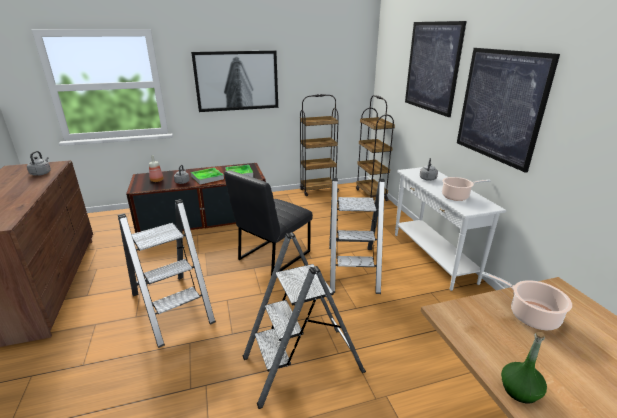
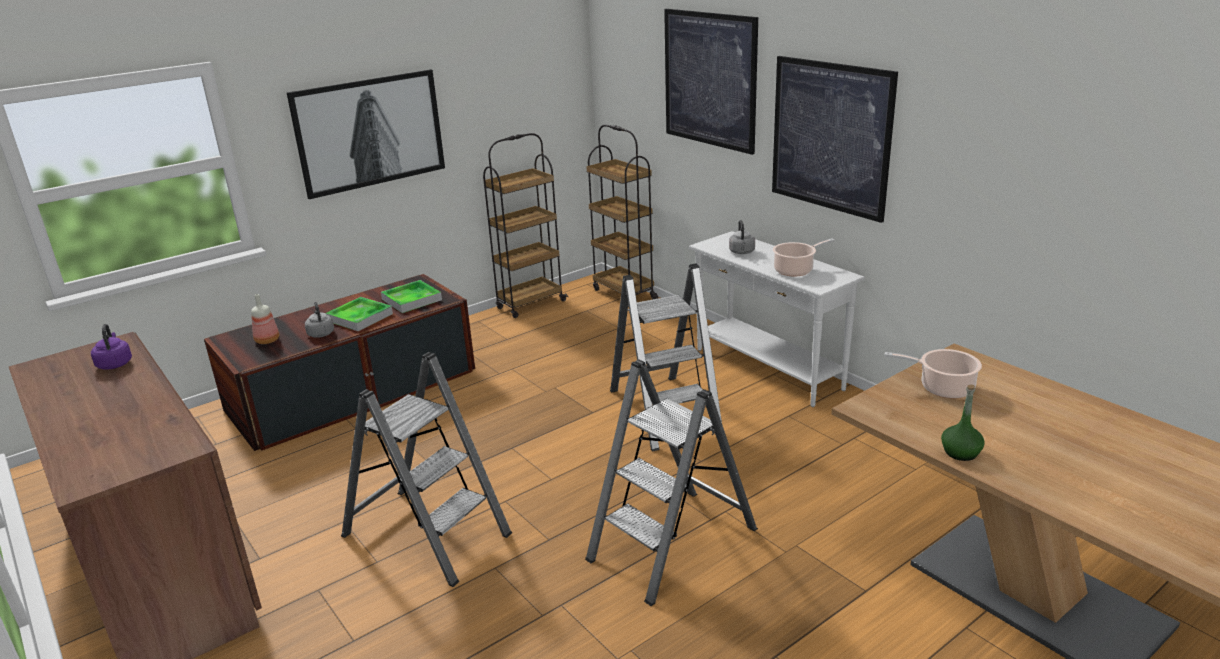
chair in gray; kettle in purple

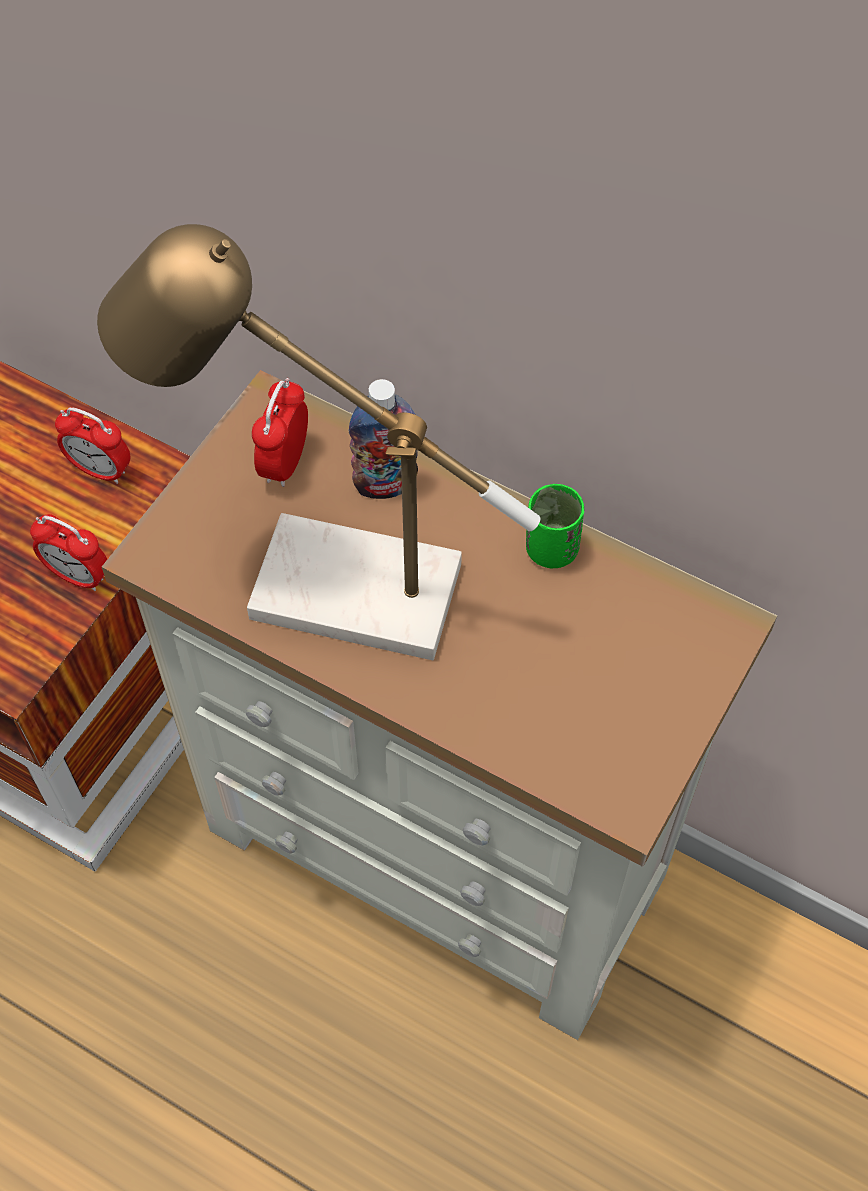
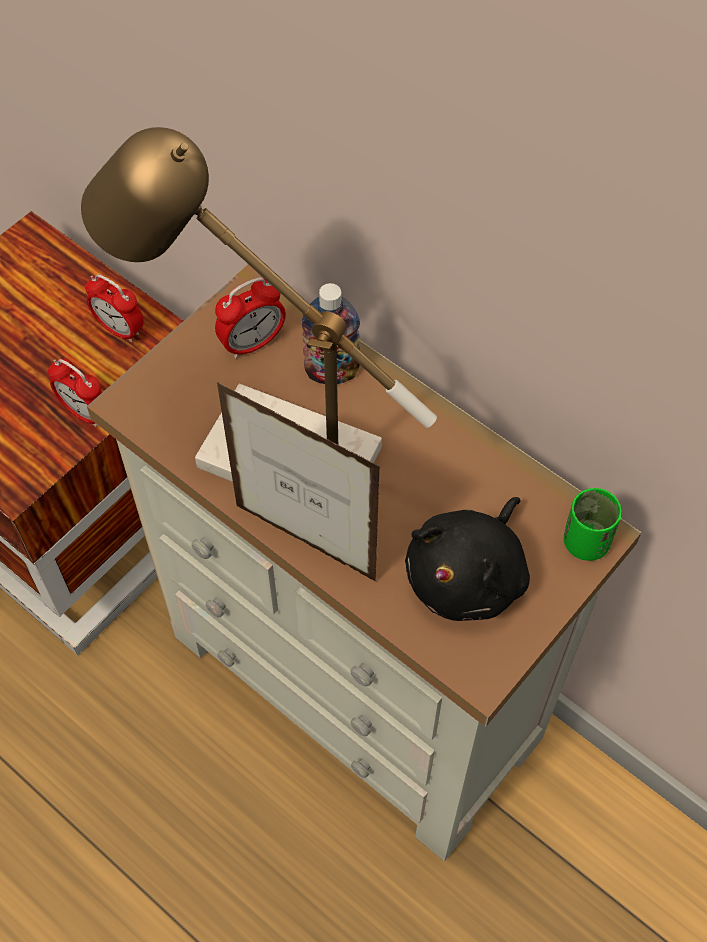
standing frame; cuddly toy in black-coloured; small cup in green; alarm clock (no. 3 from left)

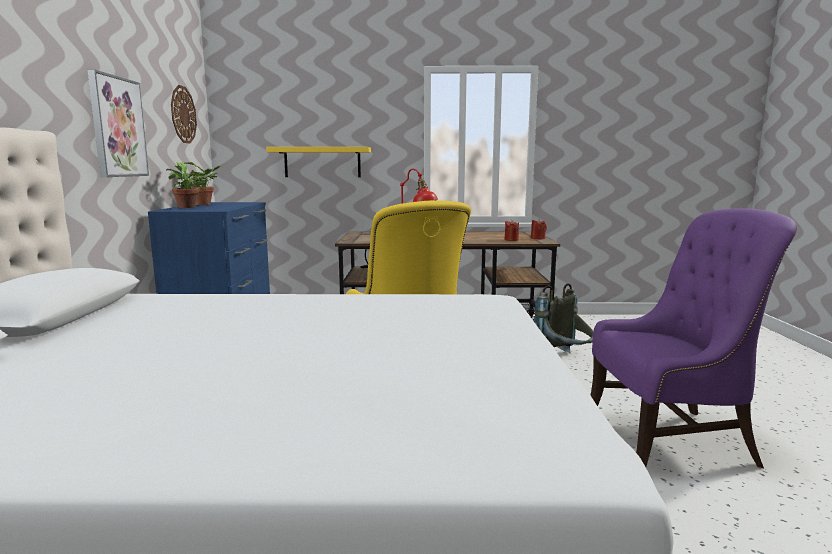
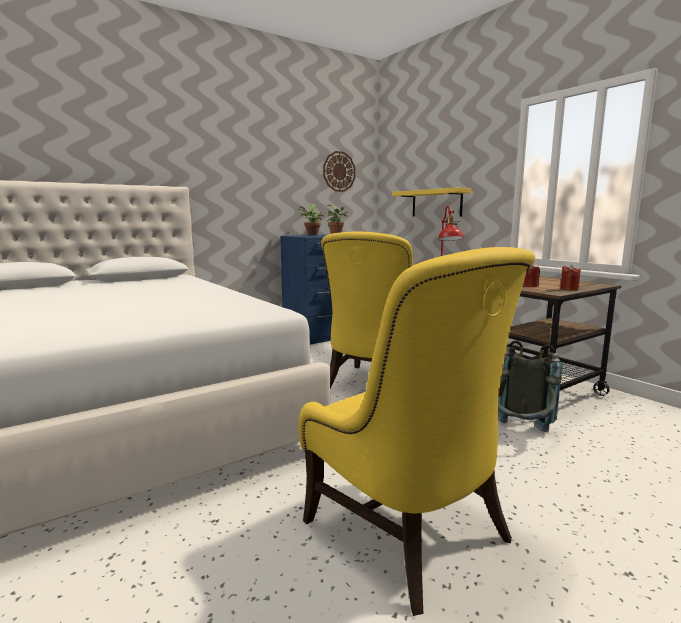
picture; chair in yellow-coloured (no. 2 from left)

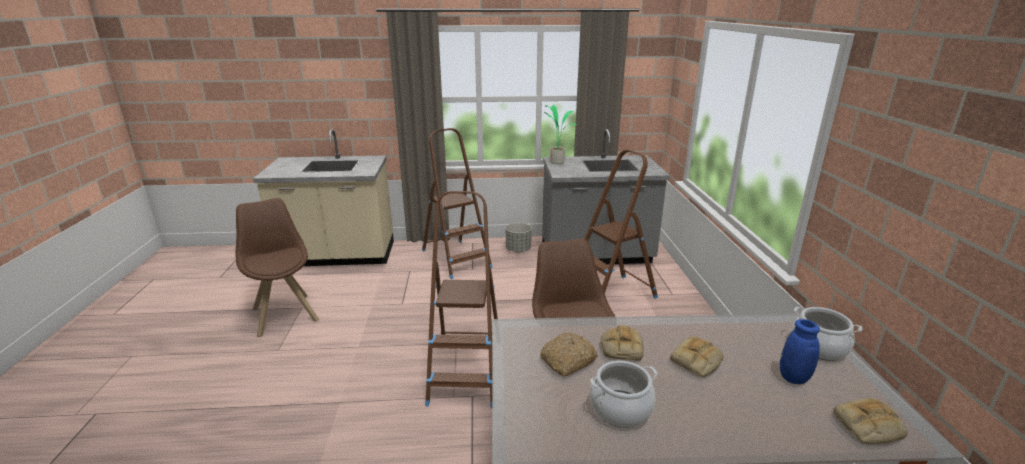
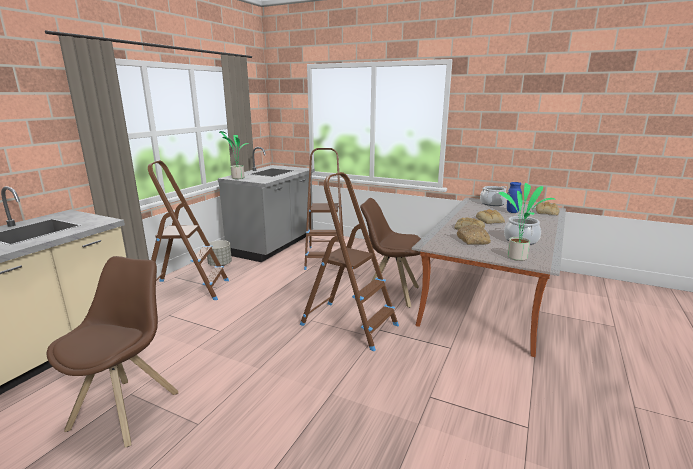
houseplant (no. 2 from left); chair in brown-coloured (no. 1 from left)

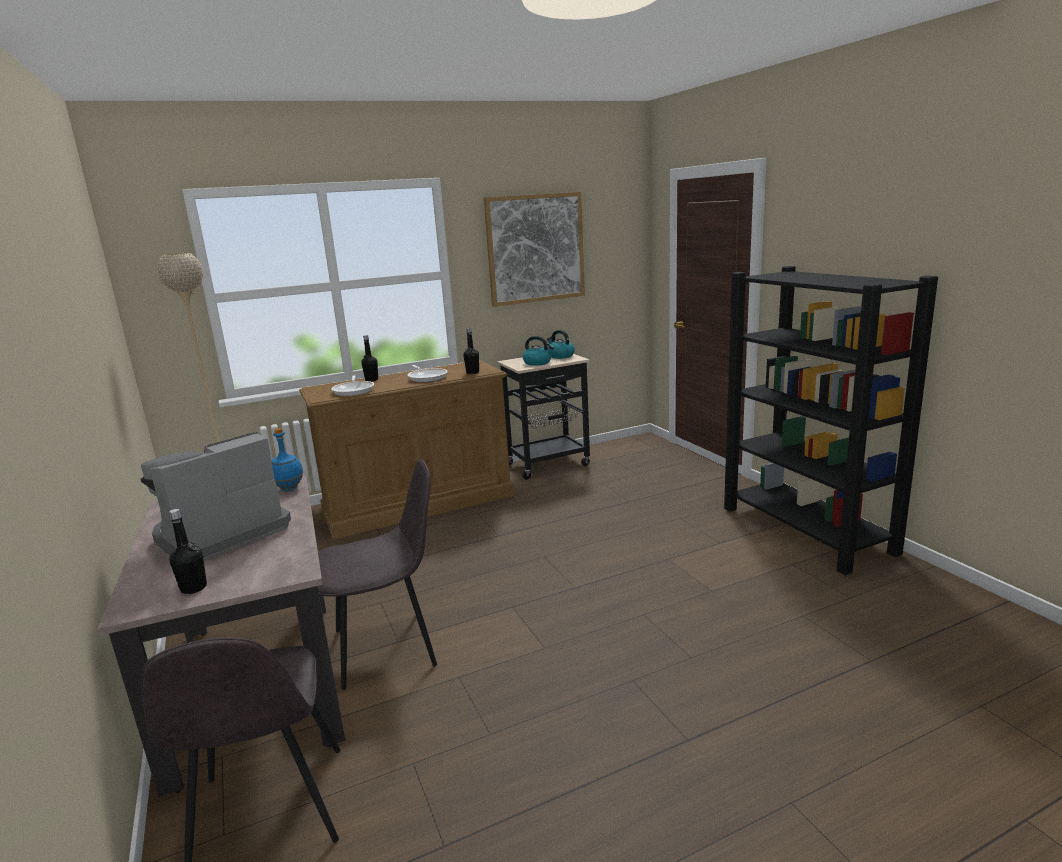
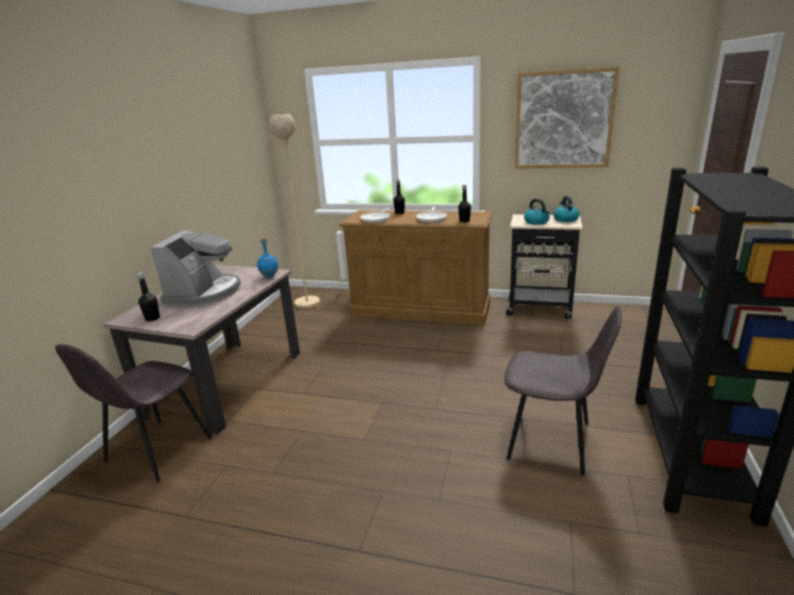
chair in gray (no. 2 from left); coffee machine

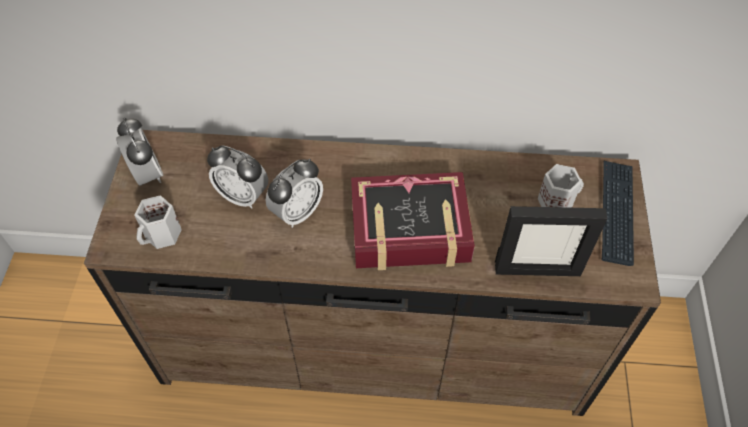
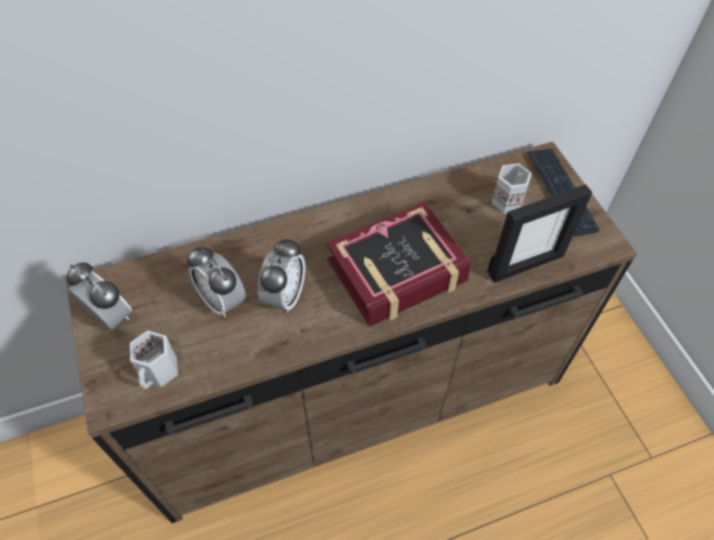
alarm clock (no. 2 from left)

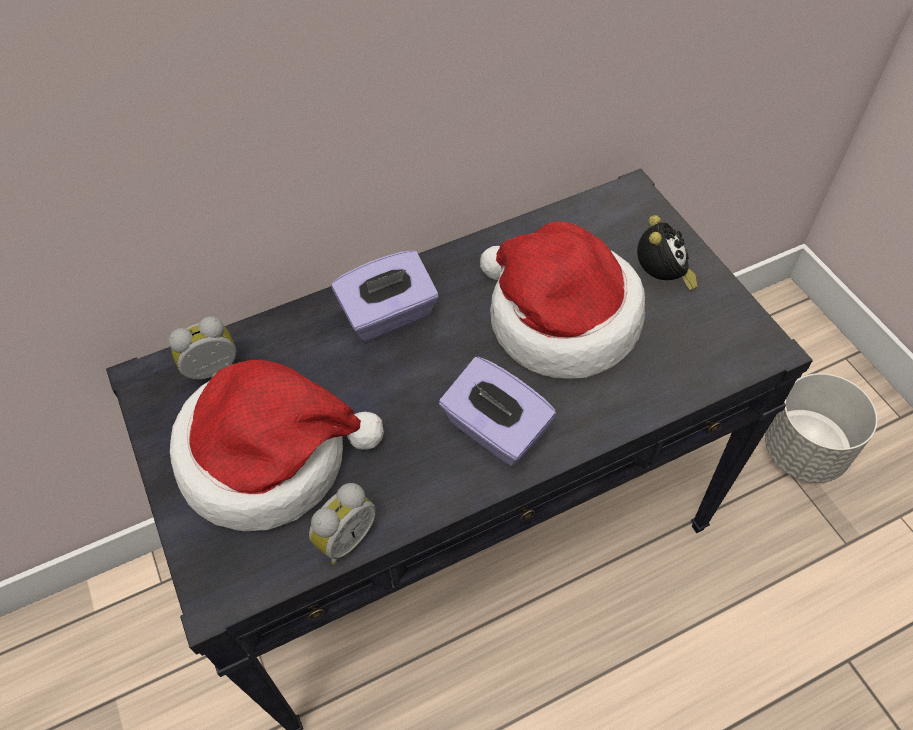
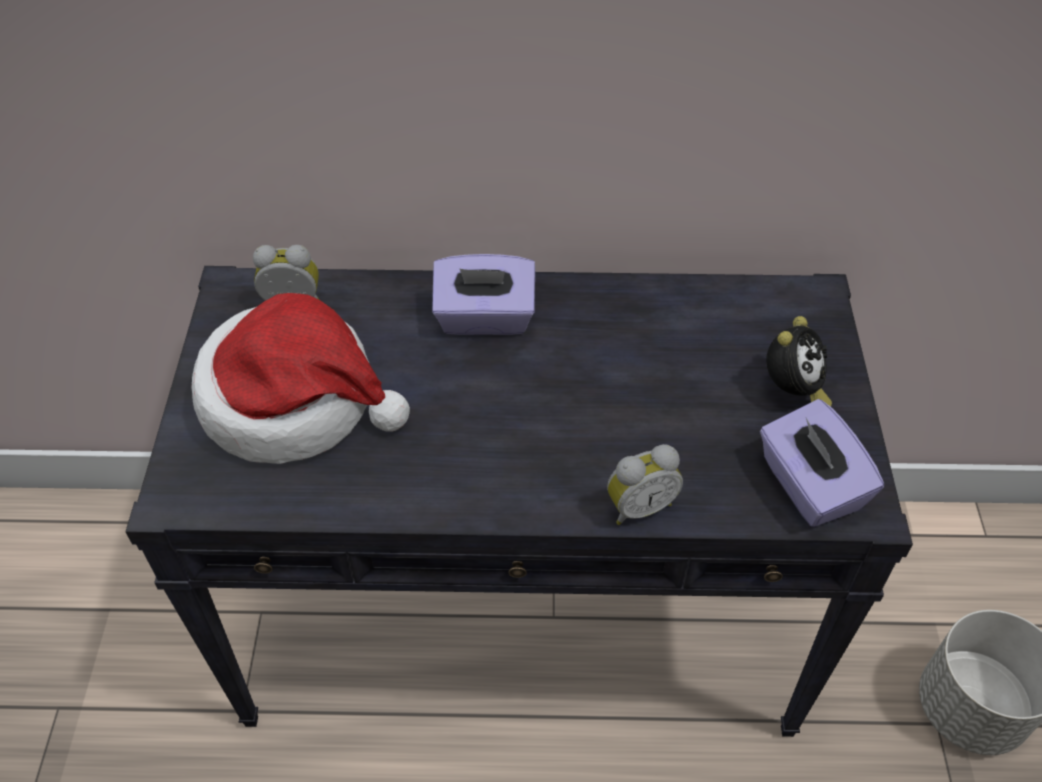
clothing hat (no. 2 from left in the first image); alarm clock (no. 2 from left); box of tissues in purple (no. 2 from left)

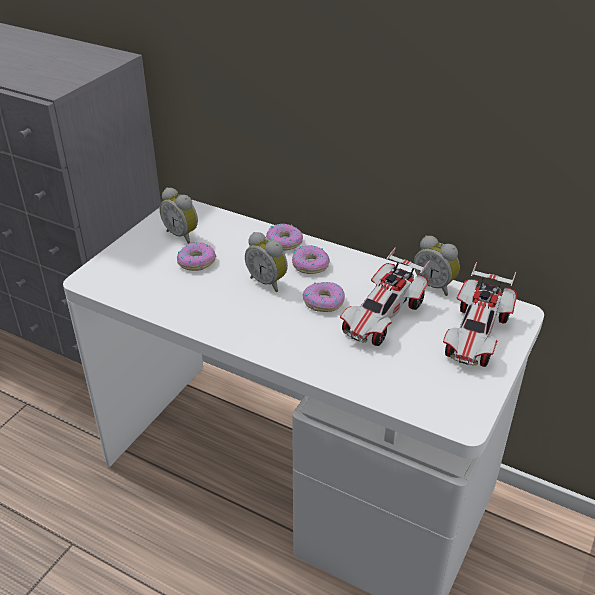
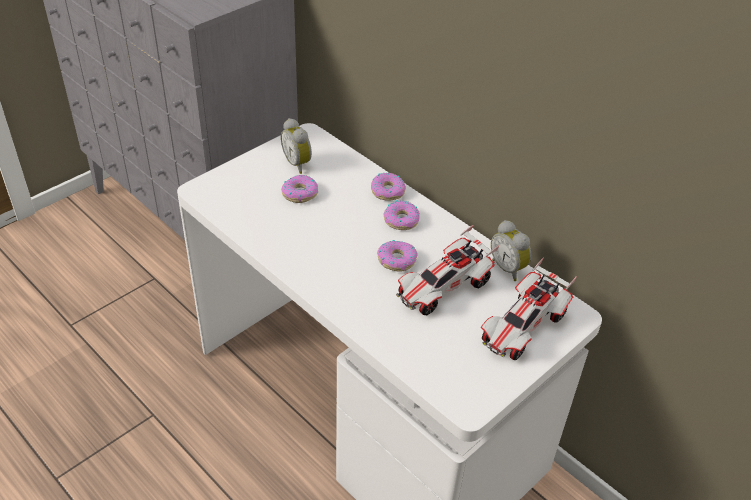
alarm clock (no. 2 from left in the first image)

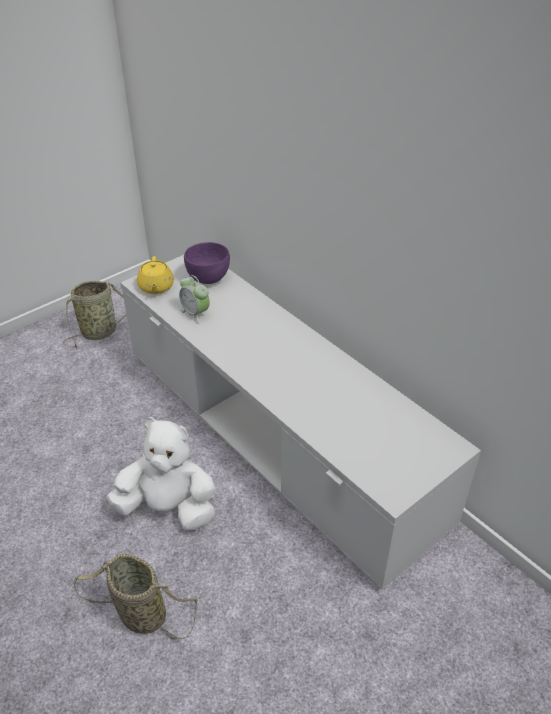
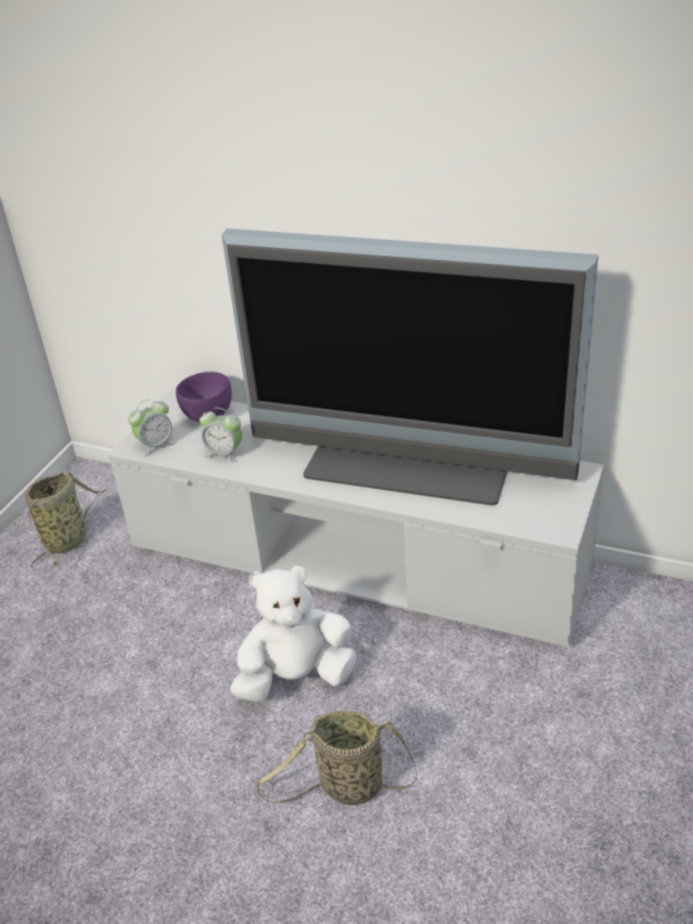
TV set; alarm clock (no. 1 from left)

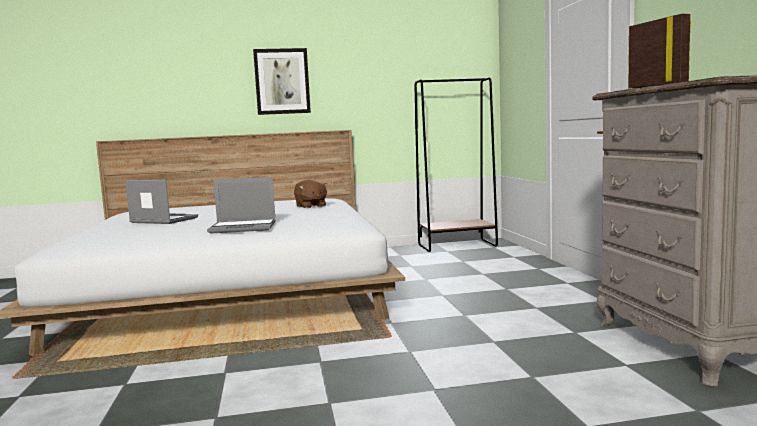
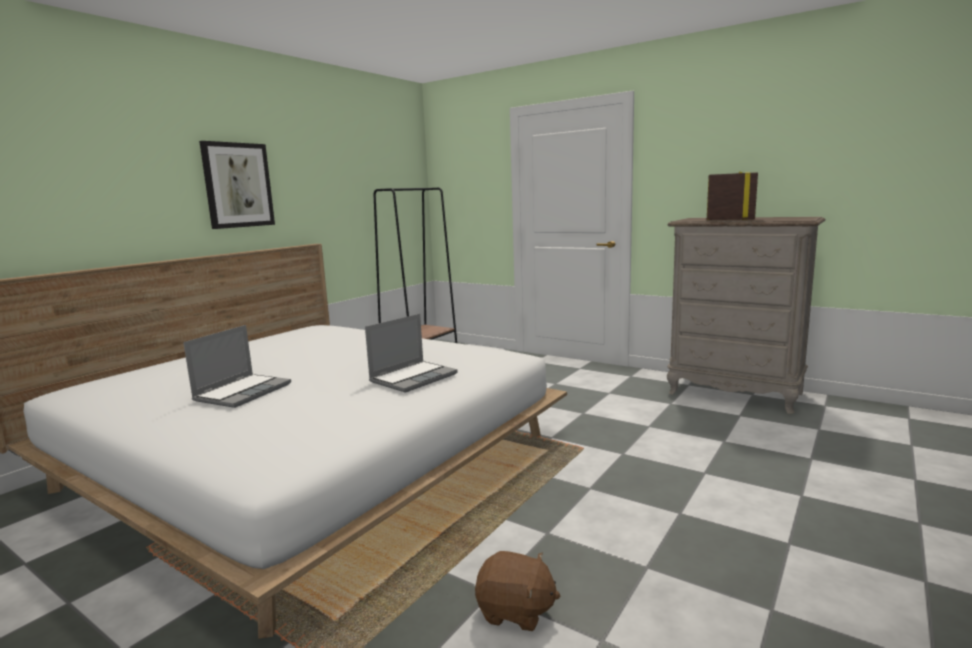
cuddly toy in brown-coloured; portable computer (no. 1 from left)

